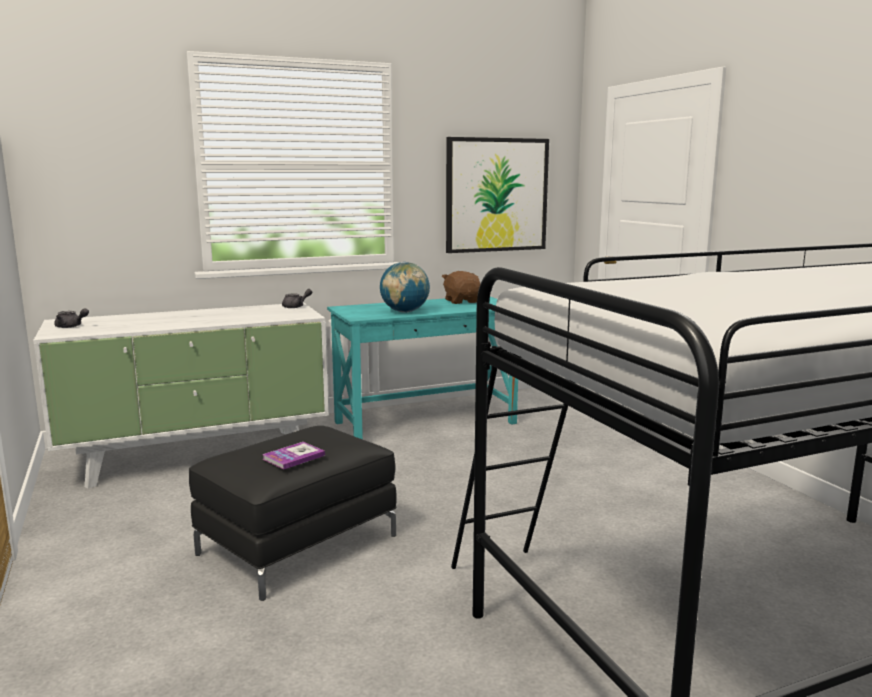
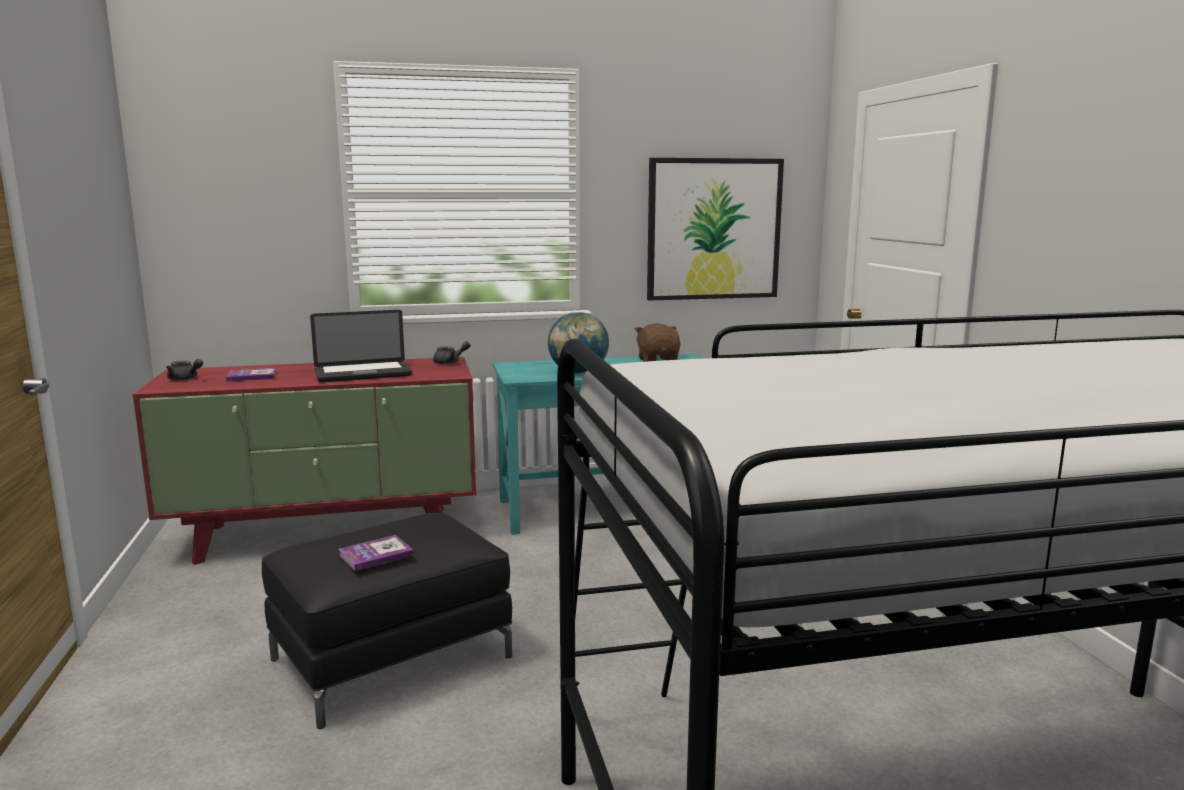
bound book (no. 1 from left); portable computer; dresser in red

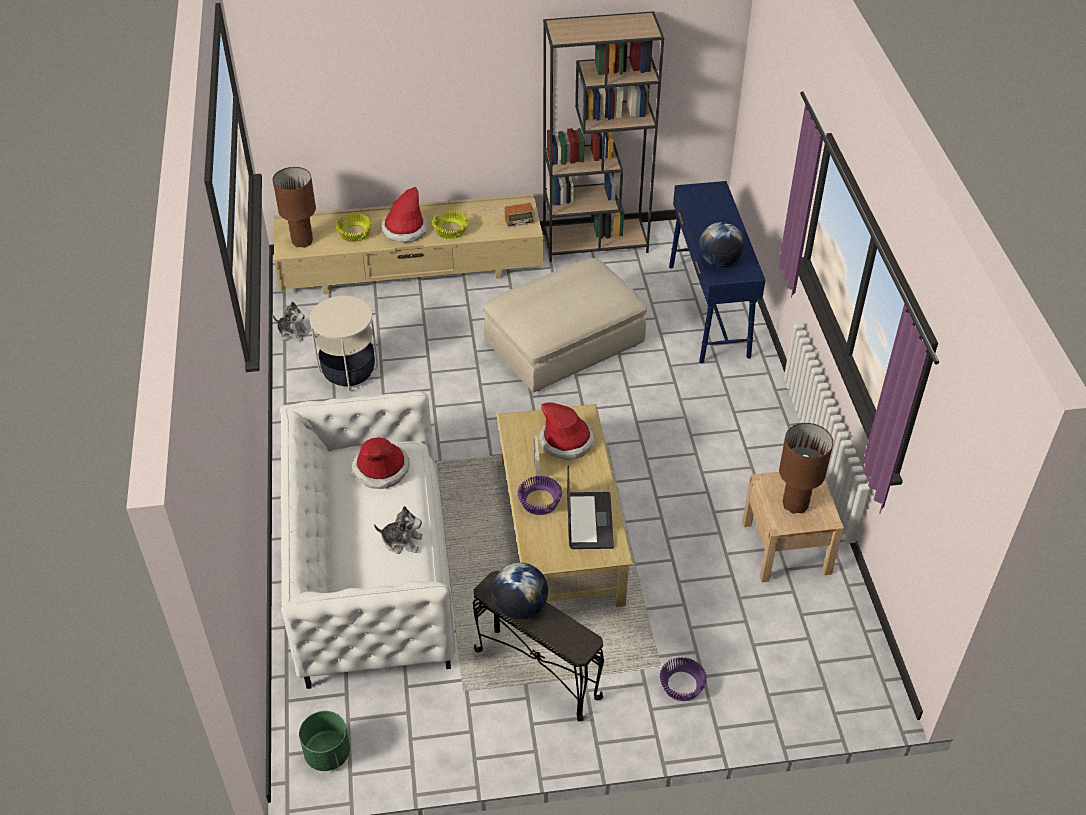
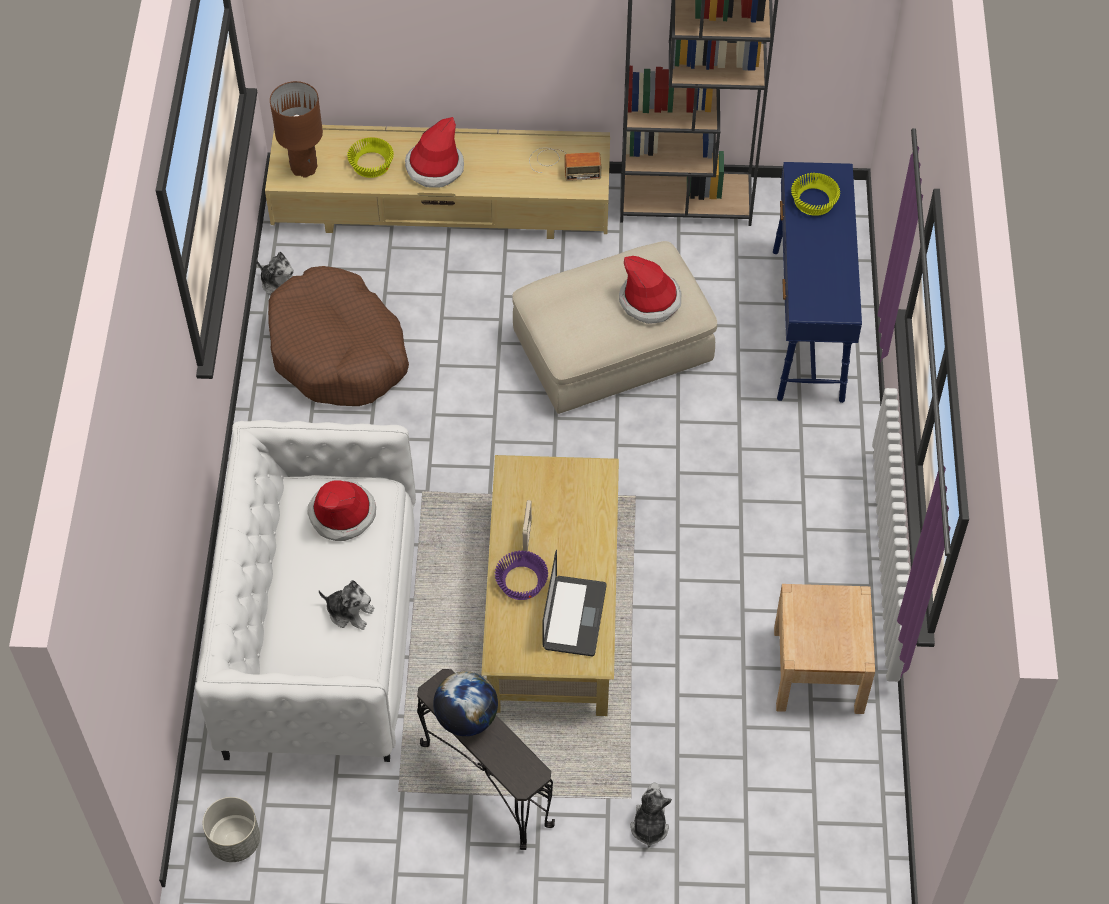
desk globe (no. 2 from left in the first image); tabletop lamp in brown-coloured (no. 2 from left in the first image); bowl in yellow-coloured (no. 2 from left); clothing hat (no. 3 from left); dog cushion in brown-coloured; cuddly toy (no. 3 from left); flower pot in gray

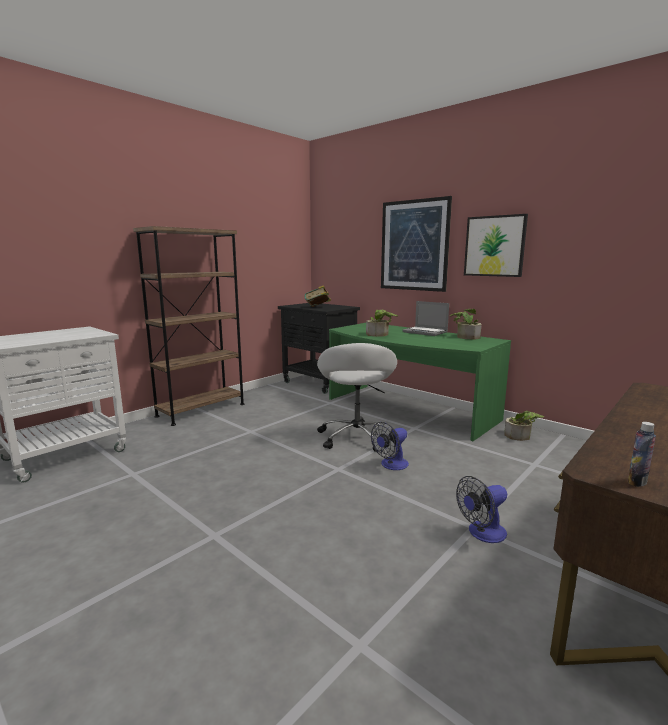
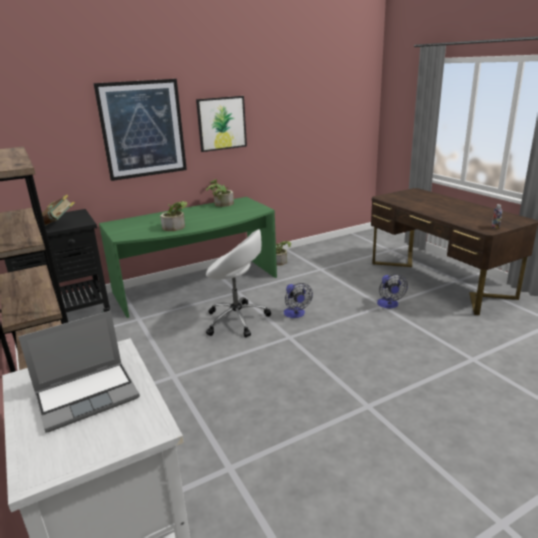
portable computer

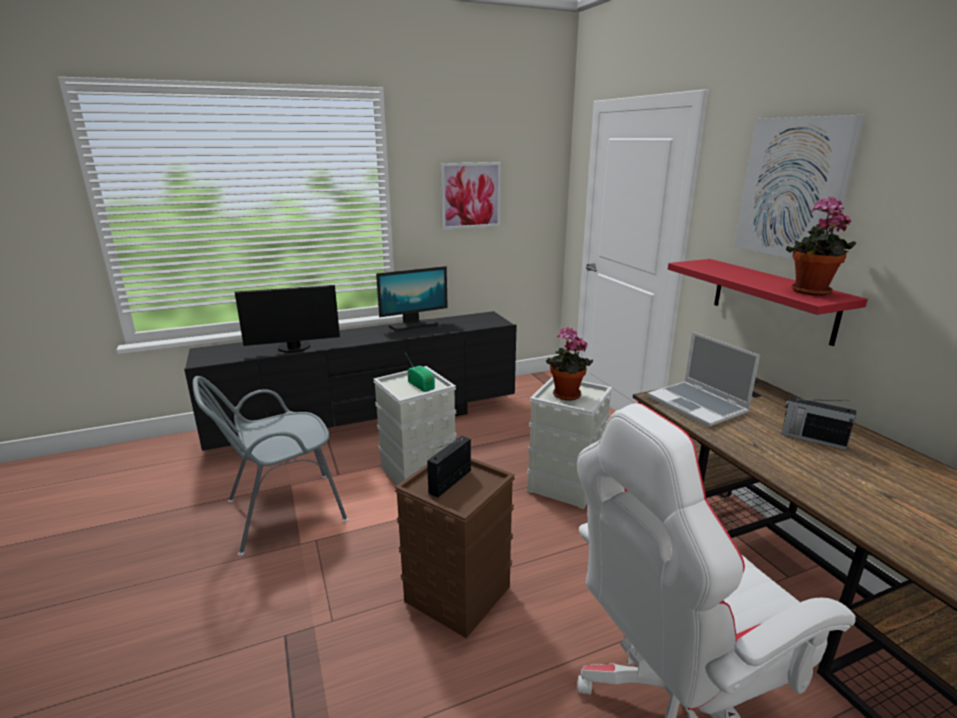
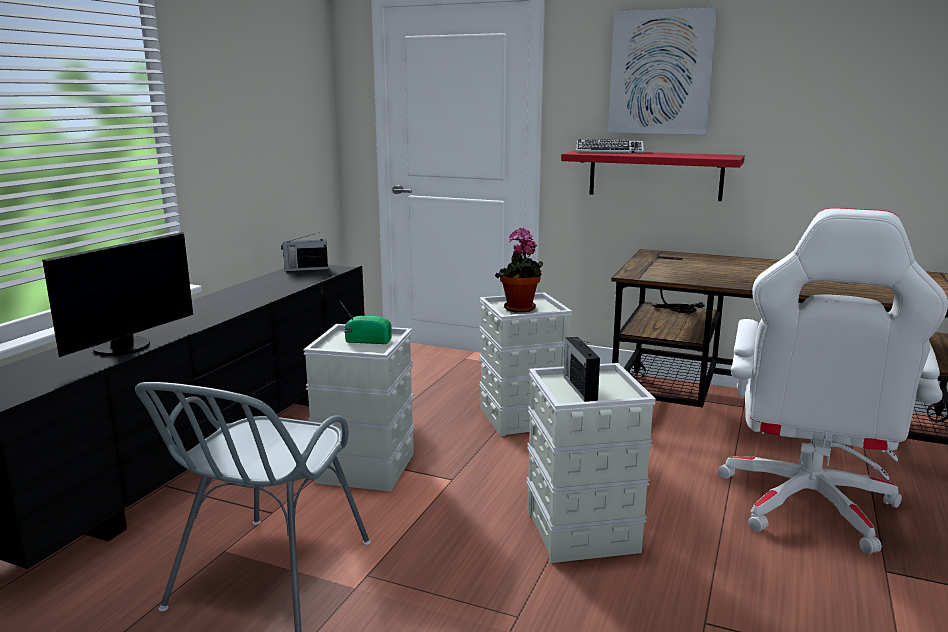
monitor (no. 2 from left in the first image); picture (no. 1 from left in the first image); portable computer; houseplant (no. 2 from left in the first image); keyboard; radio receiver (no. 1 from left); storage bin in gray (no. 3 from left)

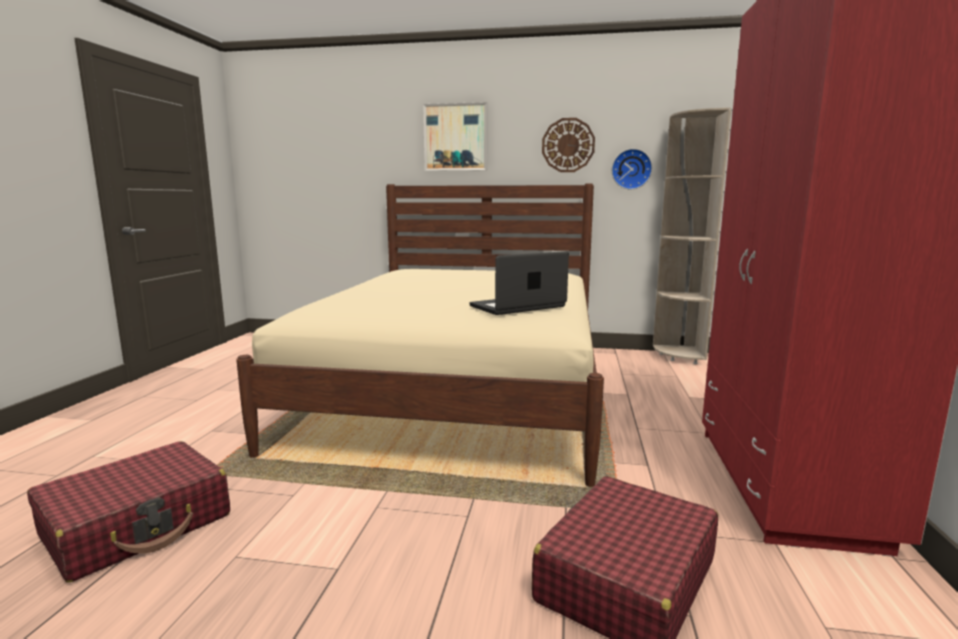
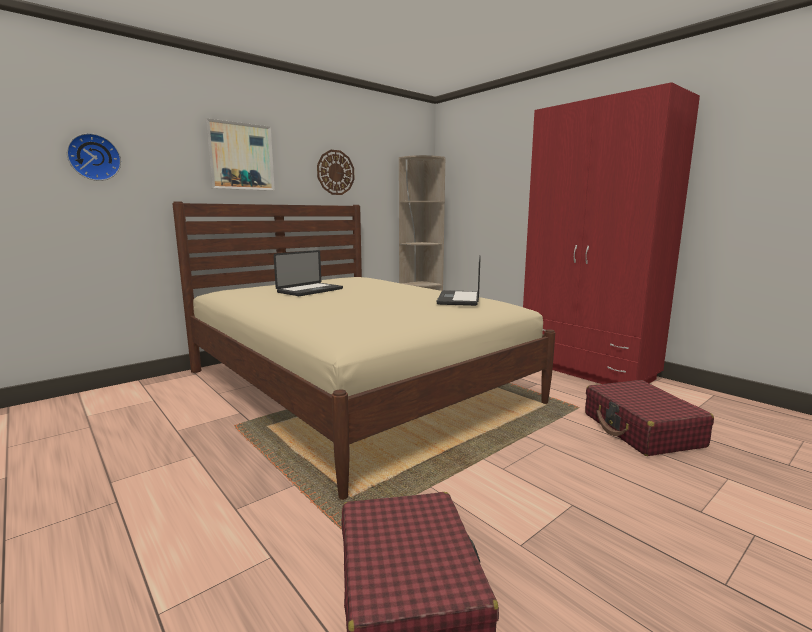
portable computer (no. 1 from left); hanging clock (no. 1 from left)

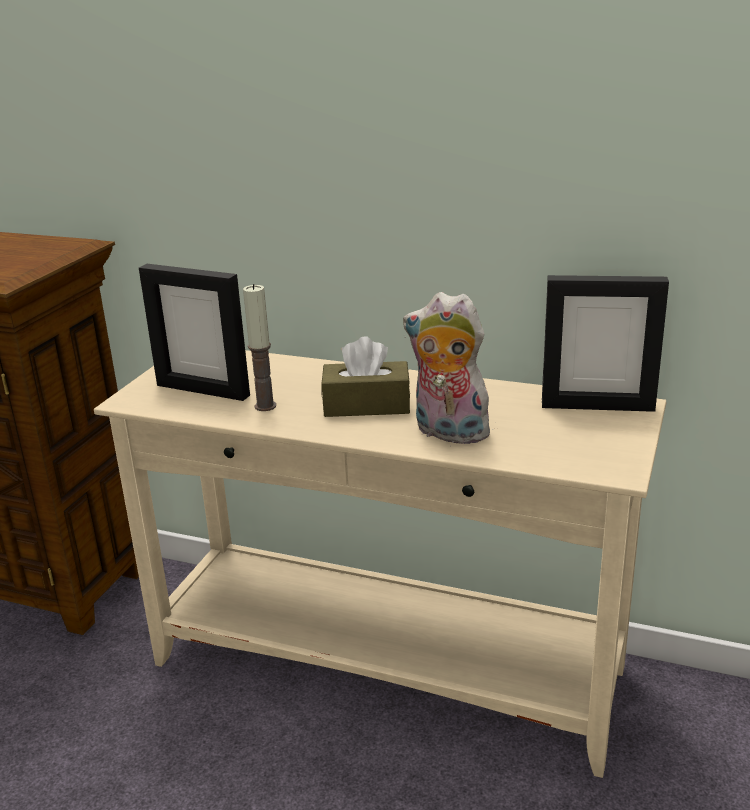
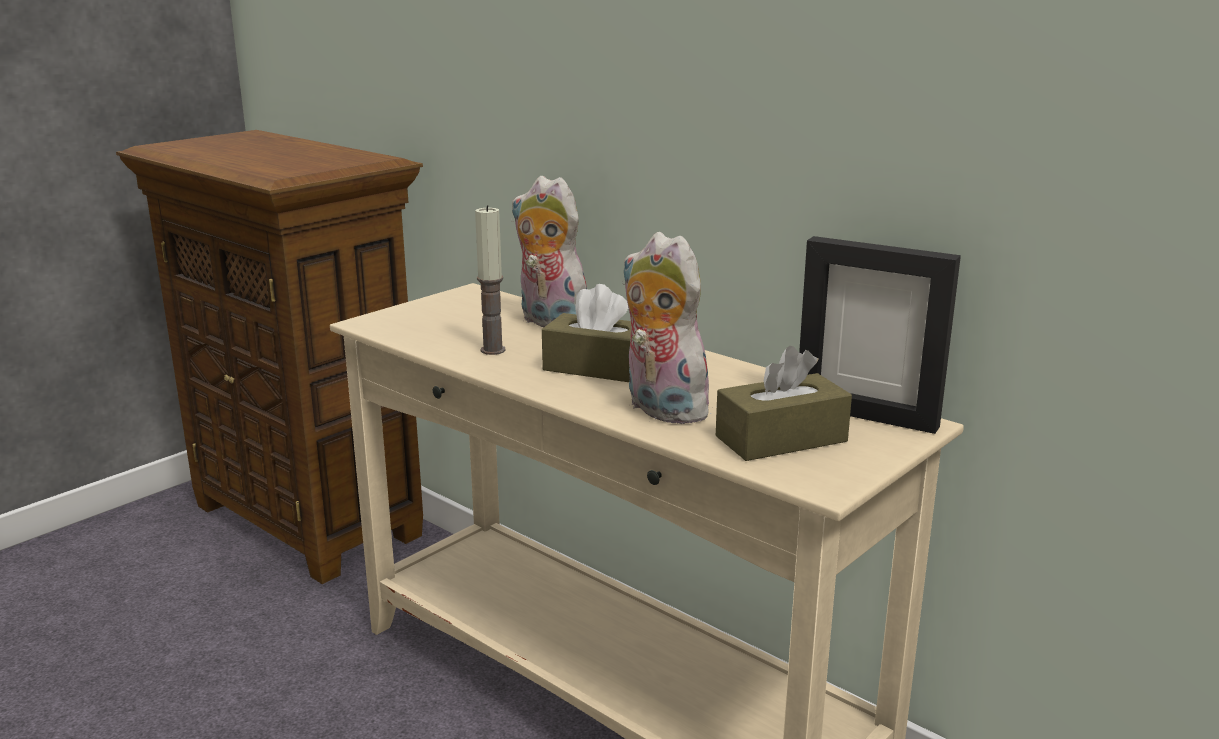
standing frame (no. 1 from left in the first image); cuddly toy (no. 1 from left); box of tissues in brown-coloured (no. 2 from left)

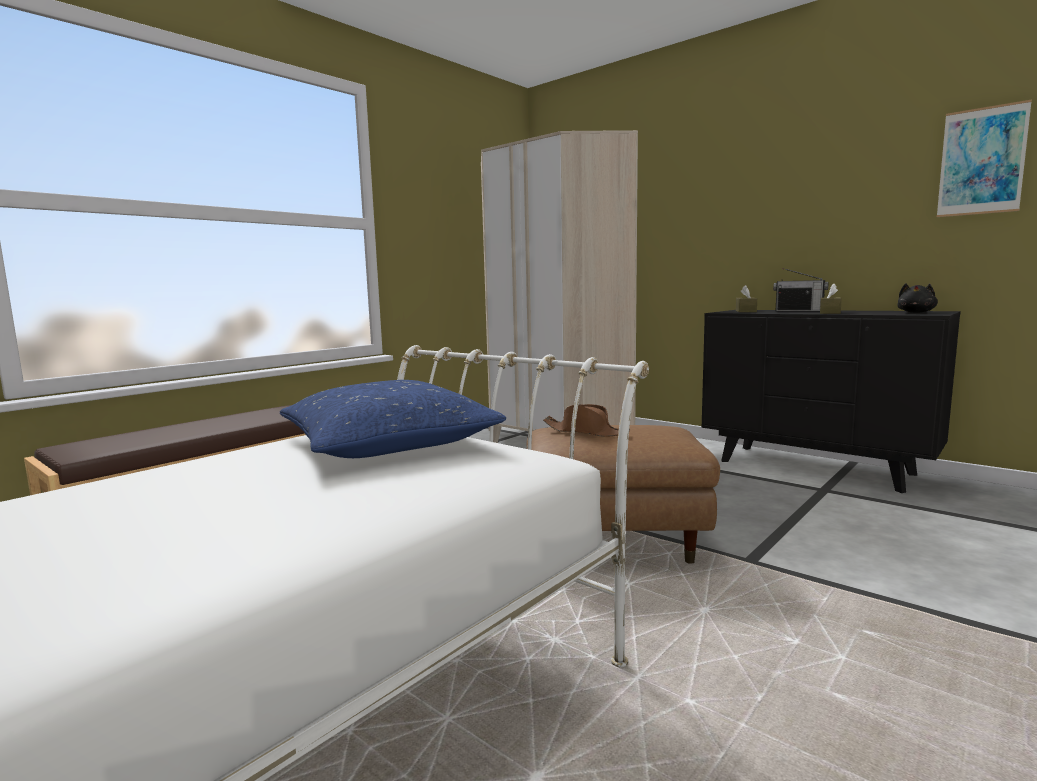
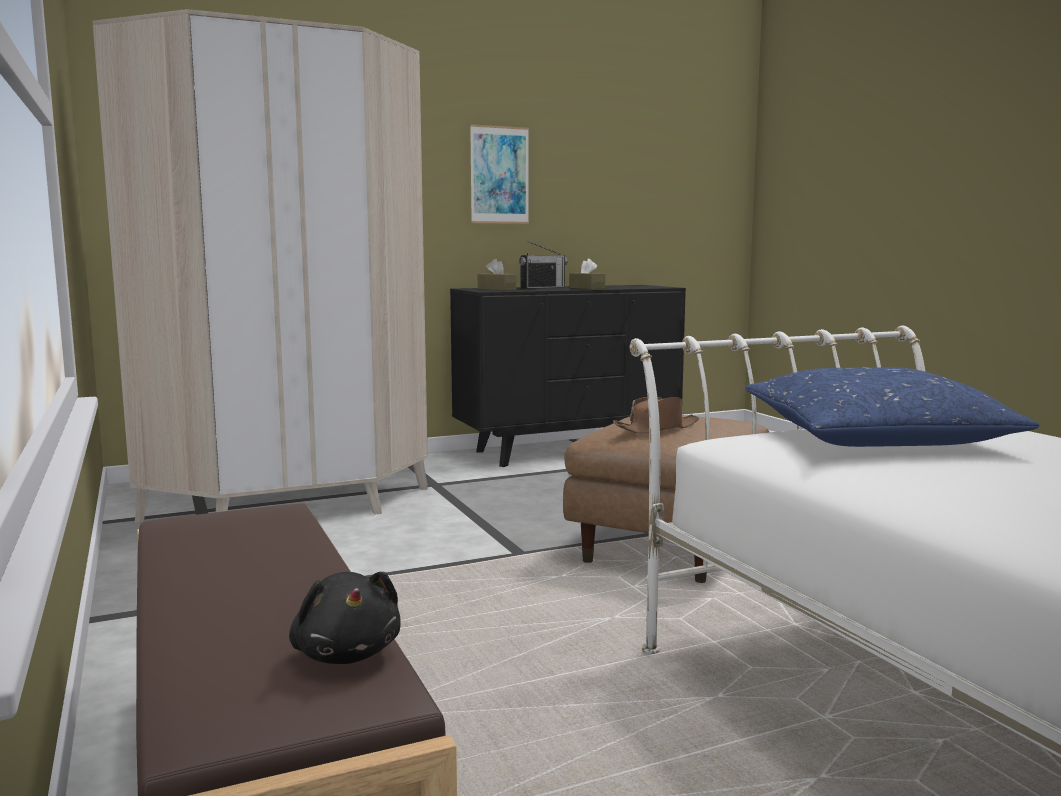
cuddly toy in black-coloured; picture

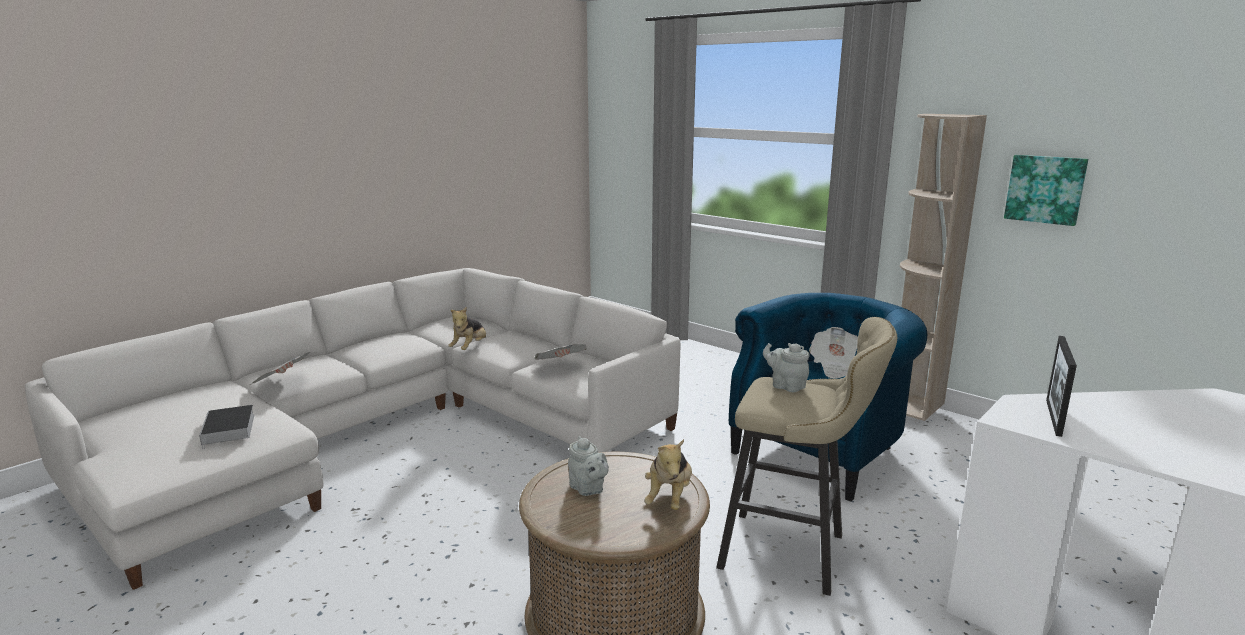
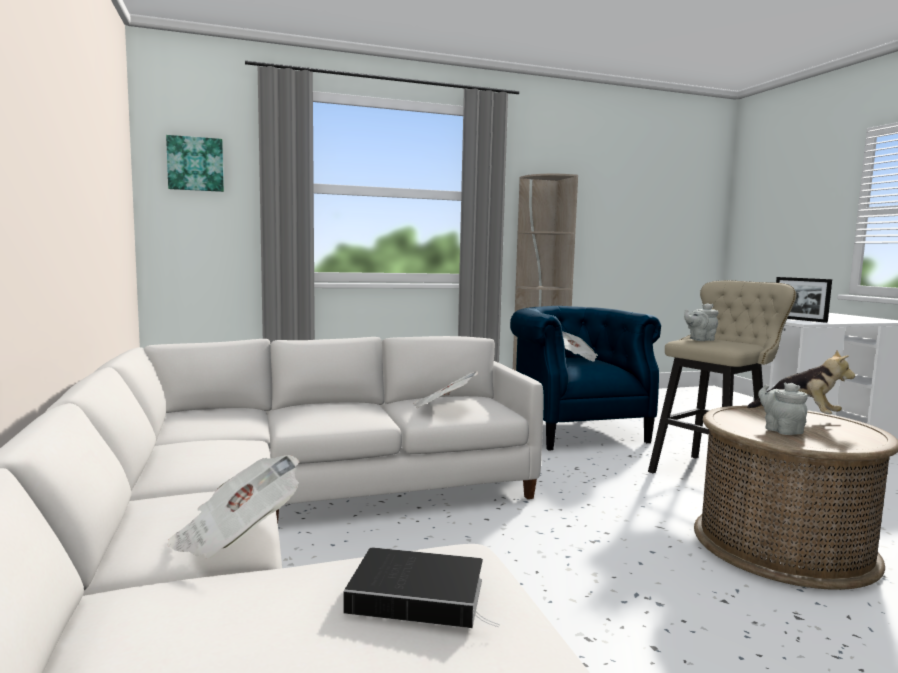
cuddly toy (no. 1 from left in the first image); picture; tea pot in gray (no. 2 from left)

